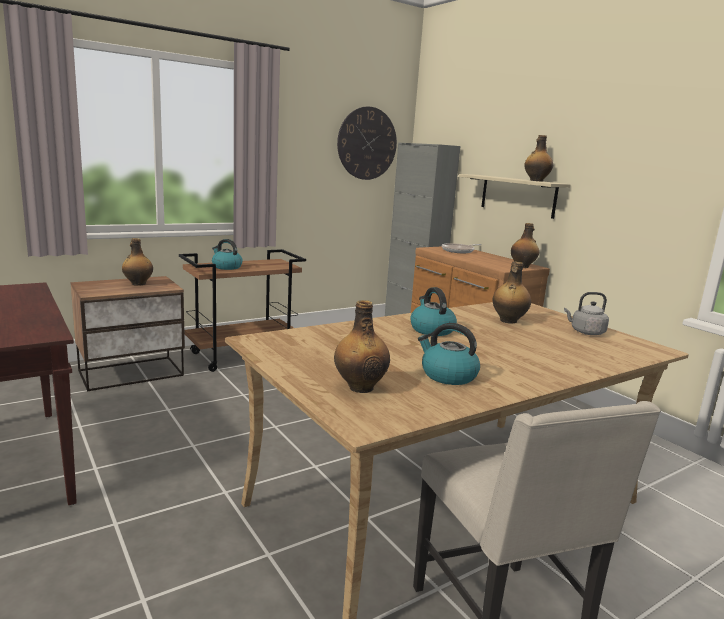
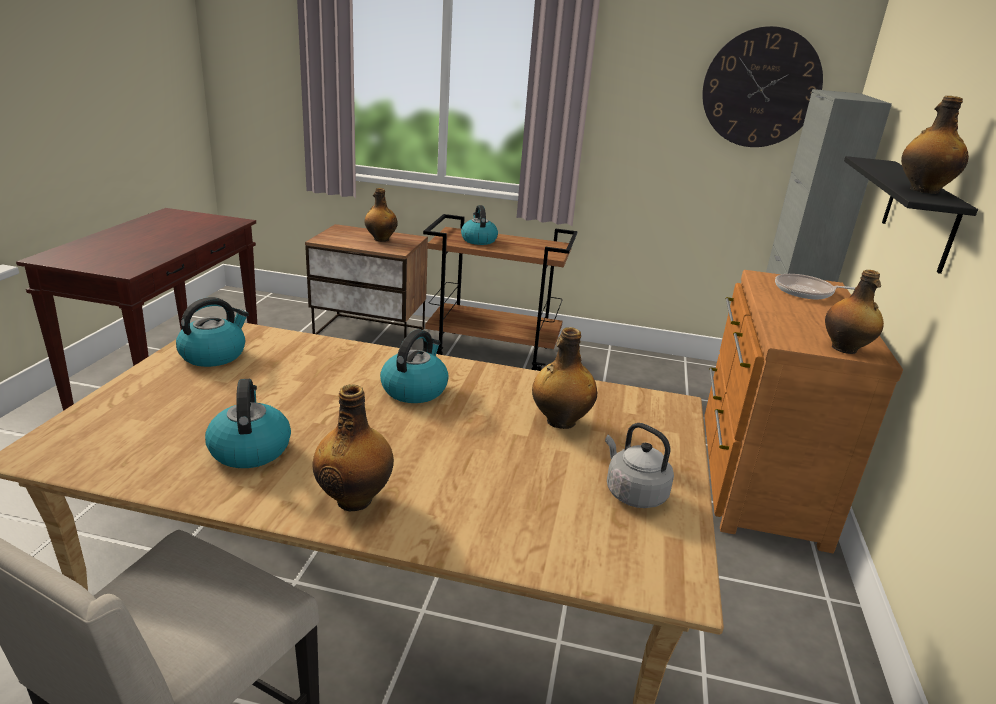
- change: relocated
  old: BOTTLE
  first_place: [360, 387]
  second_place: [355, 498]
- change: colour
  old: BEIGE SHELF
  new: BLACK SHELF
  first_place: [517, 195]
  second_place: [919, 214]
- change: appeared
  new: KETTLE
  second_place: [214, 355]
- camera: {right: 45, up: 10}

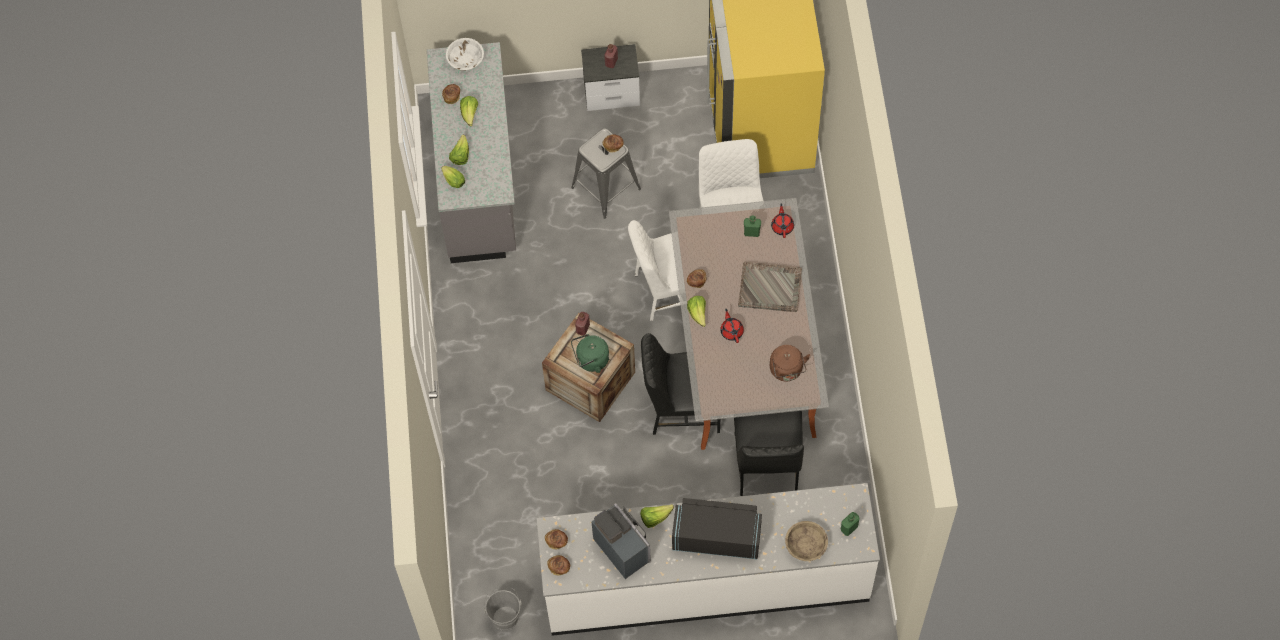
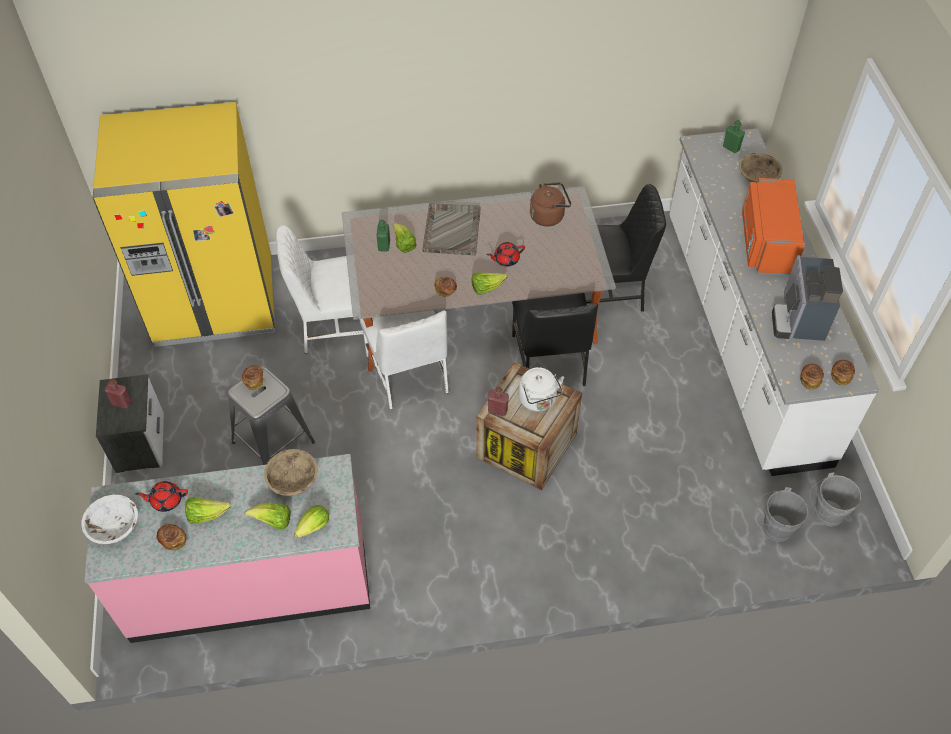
- change: colour
  old: GREY COUNTER
  new: PINK COUNTER
  first_place: [479, 181]
  second_place: [250, 583]
- change: colour
  old: GREEN KETTLE
  new: WHITE KETTLE
  first_place: [590, 360]
  second_place: [538, 401]
- change: spun
  old: COFFEE MACHINE
  first_place: [623, 546]
  second_place: [799, 319]
  degrees: -45
- change: relocated
  old: LETTUCE
  first_place: [655, 518]
  second_place: [403, 244]
- change: colour
  old: BLACK MICROWAVE
  new: ORANGE MICROWAVE
  first_place: [717, 536]
  second_place: [765, 242]
- change: relocated
  old: RED TEAPOT
  first_place: [782, 226]
  second_place: [166, 500]
- change: appeared
  new: BEIGE BOWL
  second_place: [293, 480]
- change: appeared
  new: GREY BUCKET
  second_place: [773, 528]
- camera: {right: -95, up: -10}

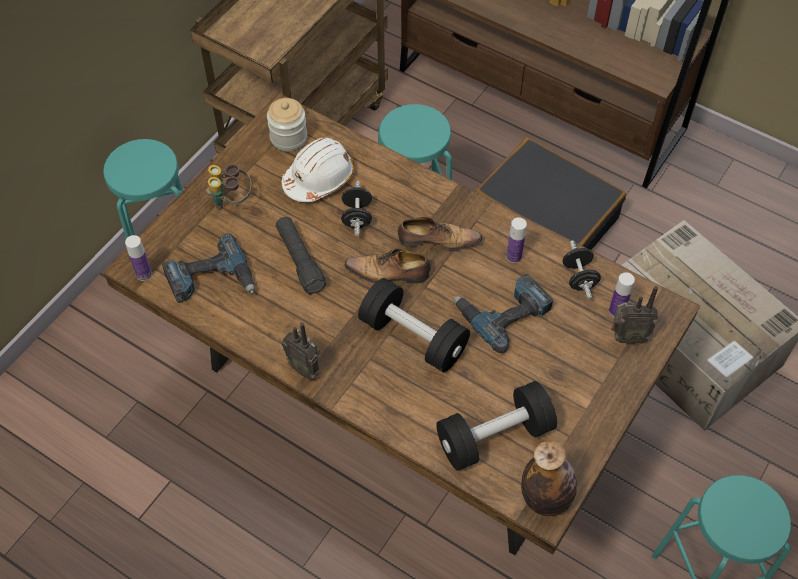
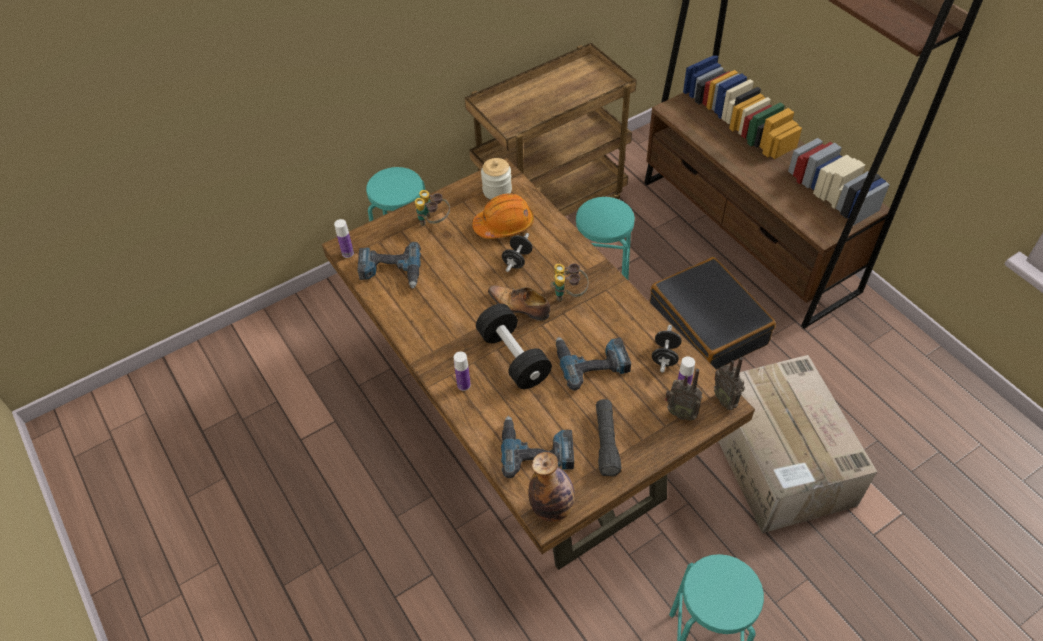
- change: relocated
  old: BLACK FLASHLIGHT
  first_place: [300, 260]
  second_place: [606, 442]
- change: colour
  old: WHITE HARD HAT
  new: ORANGE HARD HAT
  first_place: [319, 178]
  second_place: [504, 225]
- change: relocated
  old: RADIO
  first_place: [305, 368]
  second_place: [726, 400]
- change: exchanged
  old: SHOE
  new: BINOCULARS
  first_place: [437, 240]
  second_place: [568, 294]
- change: exchanged
  old: BLACK DUMBBELL
  new: POWER DRILL
  first_place: [494, 436]
  second_place: [536, 449]
- change: relocated
  old: BOTTLE
  first_place: [513, 257]
  second_place: [463, 385]
- camera: {right: 25, up: -5}

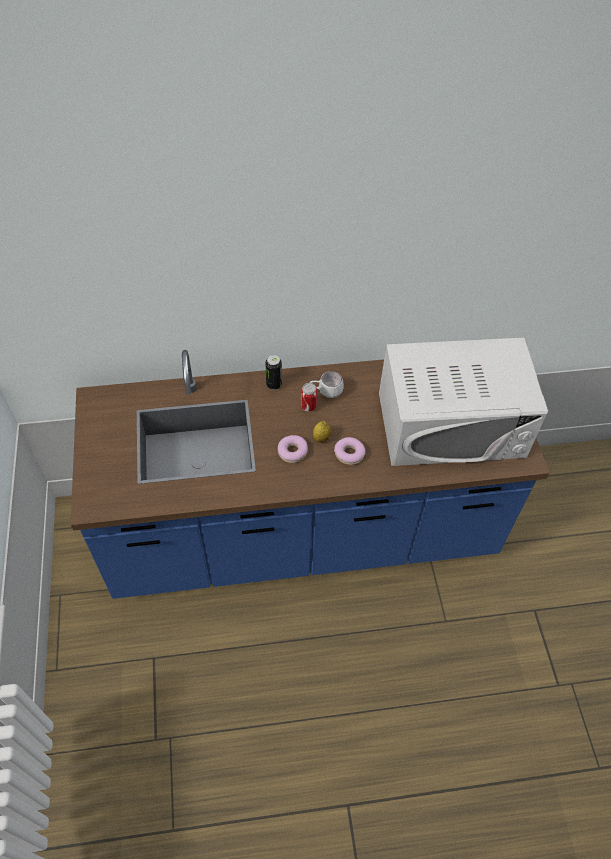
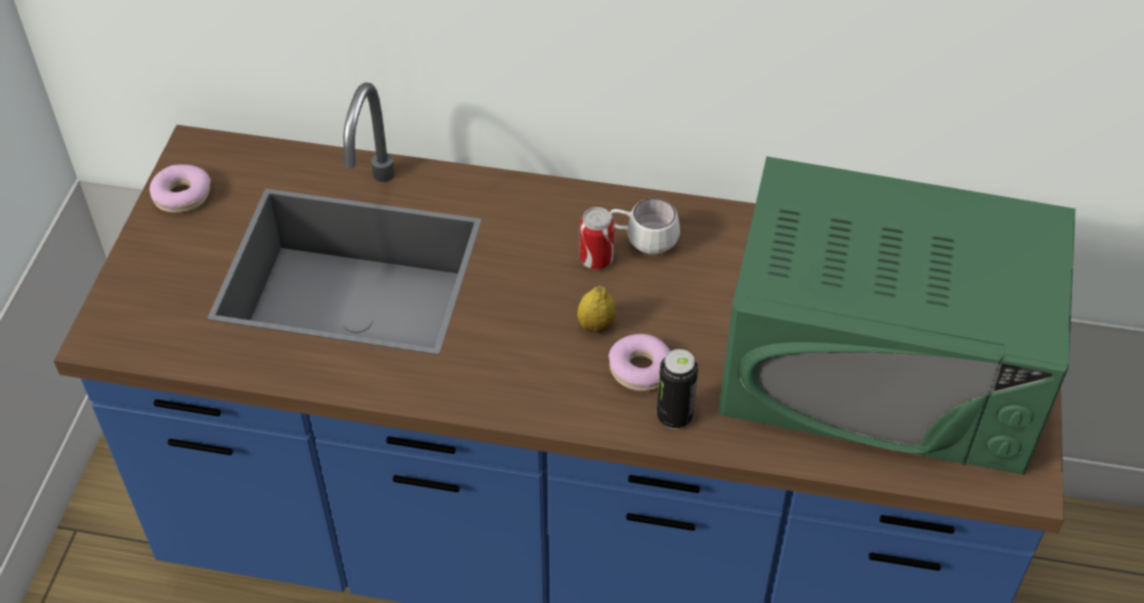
- change: relocated
  old: CAN
  first_place: [274, 385]
  second_place: [674, 416]
- change: relocated
  old: DONUT
  first_place: [292, 451]
  second_place: [182, 195]
- change: colour
  old: WHITE MICROWAVE
  new: GREEN MICROWAVE
  first_place: [451, 424]
  second_place: [881, 366]
- camera: {right: 20, up: -5}

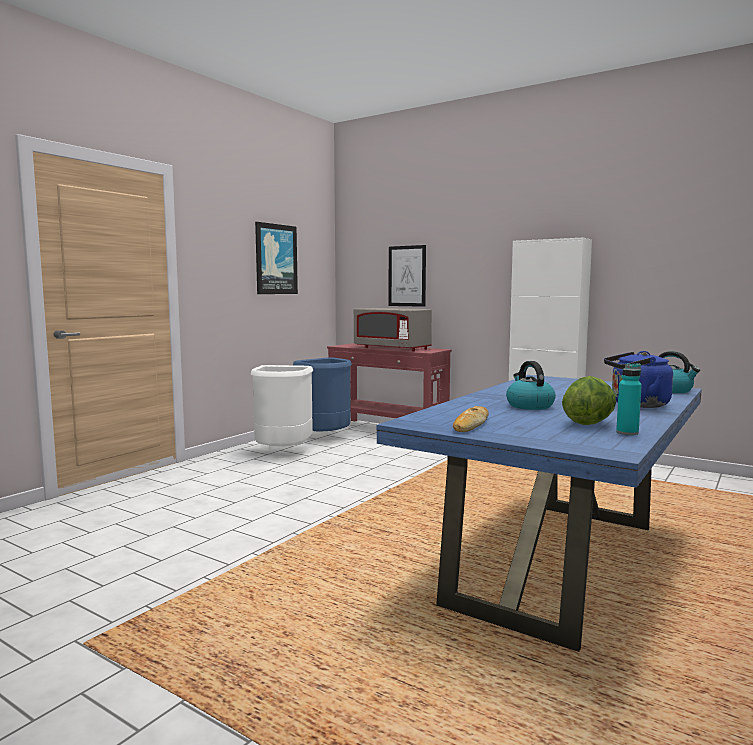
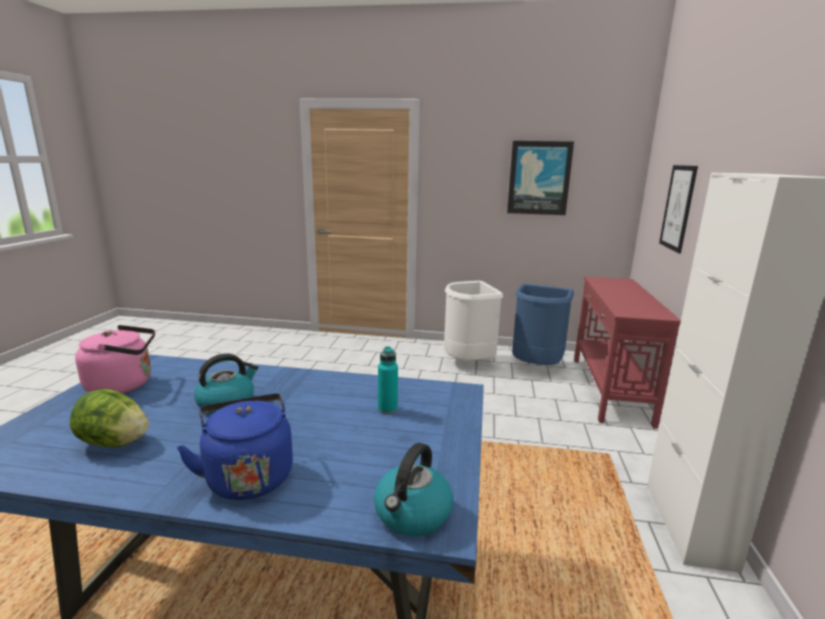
- change: missing
  old: GREY MICROWAVE
  first_place: [392, 348]
- change: exchanged
  old: BREAD
  new: PINK KETTLE
  first_place: [471, 424]
  second_place: [124, 385]
- change: relocated
  old: TURQUOISE BOTTLE
  first_place: [627, 433]
  second_place: [387, 409]
- camera: {right: 65, up: 10}

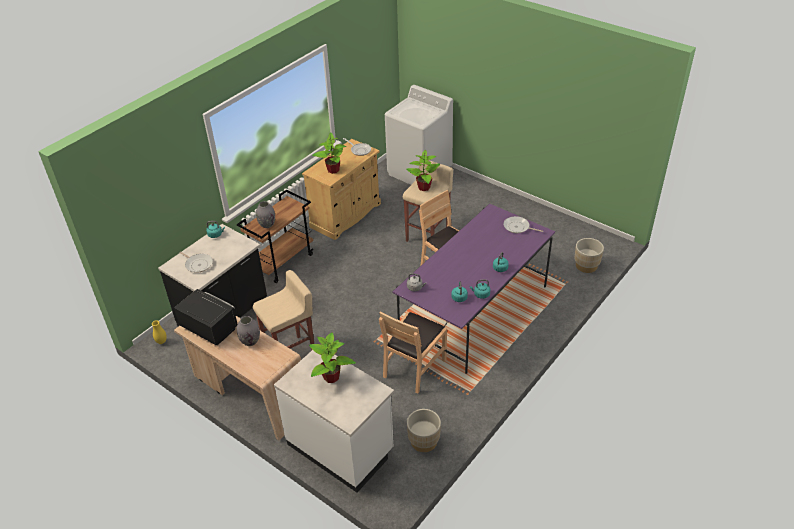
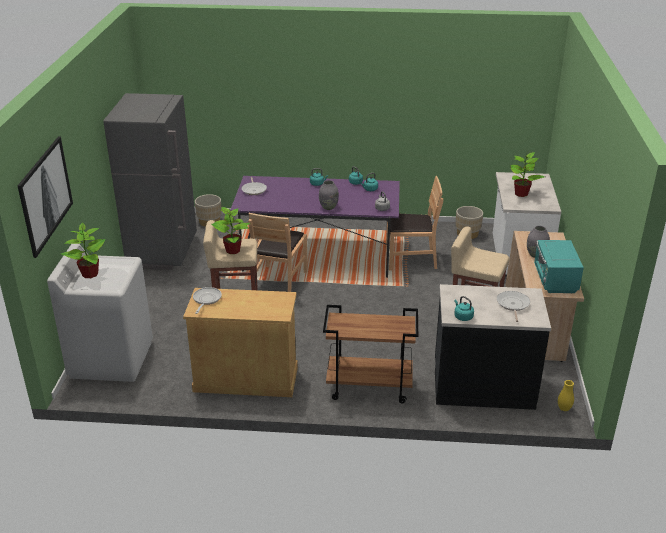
- change: colour
  old: BLACK MICROWAVE
  new: TURQUOISE MICROWAVE
  first_place: [209, 328]
  second_place: [554, 280]
- change: relocated
  old: GREY VASE
  first_place: [267, 225]
  second_place: [328, 207]
- change: relocated
  old: POTTED PLANT
  first_place: [333, 170]
  second_place: [89, 274]
- change: appeared
  new: PICTURE
  second_place: [44, 195]
- change: appeared
  new: GREY FRIDGE
  second_place: [163, 252]
- camera: {right: -125, up: -10}

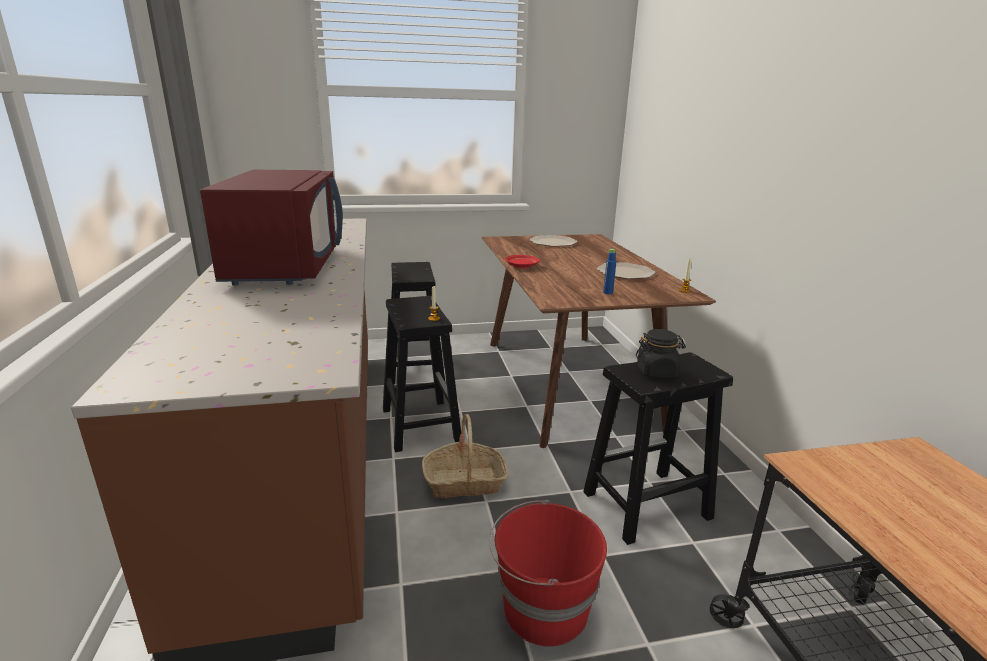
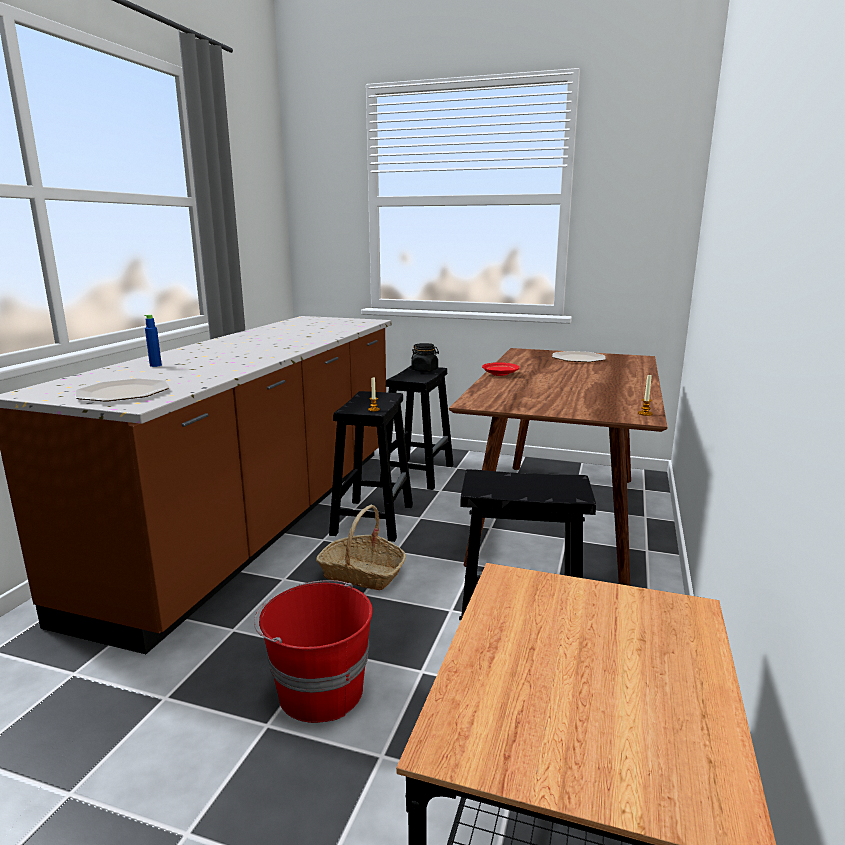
- change: missing
  old: RED MICROWAVE
  first_place: [285, 266]
- change: relocated
  old: PLATE
  first_place: [625, 272]
  second_place: [122, 392]
- change: relocated
  old: BLUE BOTTLE
  first_place: [608, 292]
  second_place: [155, 365]
- change: relocated
  old: BLACK JAR
  first_place: [657, 372]
  second_place: [425, 370]
- camera: {right: 30, up: -5}

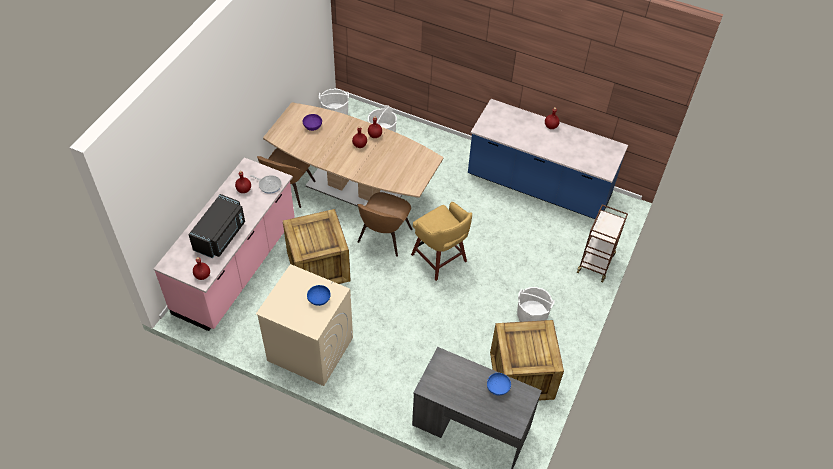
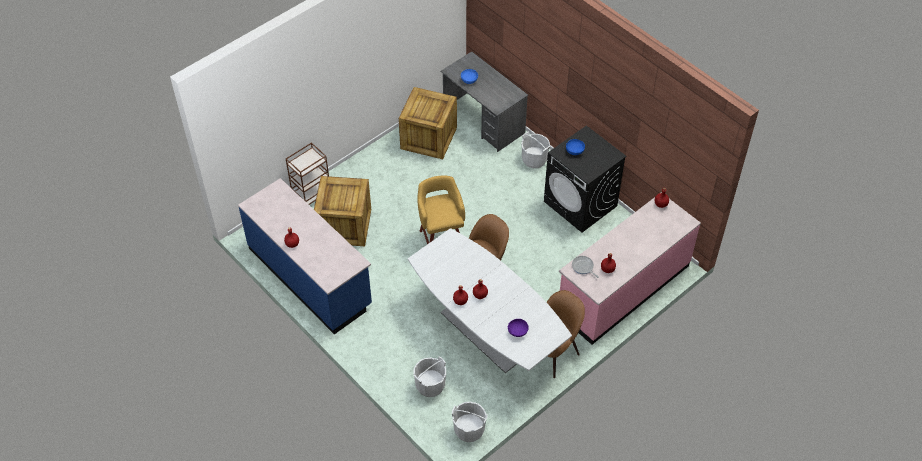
- change: missing
  old: BLACK MICROWAVE
  first_place: [221, 236]
- change: colour
  old: BEIGE WASHING MACHINE
  new: BLACK WASHING MACHINE
  first_place: [309, 349]
  second_place: [580, 204]
- change: colour
  old: BROWN DINING TABLE
  new: WHITE DINING TABLE
  first_place: [354, 189]
  second_place: [487, 332]
- change: relocated
  old: CRATE
  first_place: [319, 267]
  second_place: [344, 225]
- change: relocated
  old: WHITE BUCKET
  first_place: [531, 316]
  second_place: [534, 159]
- camera: {right: -155, up: 0}

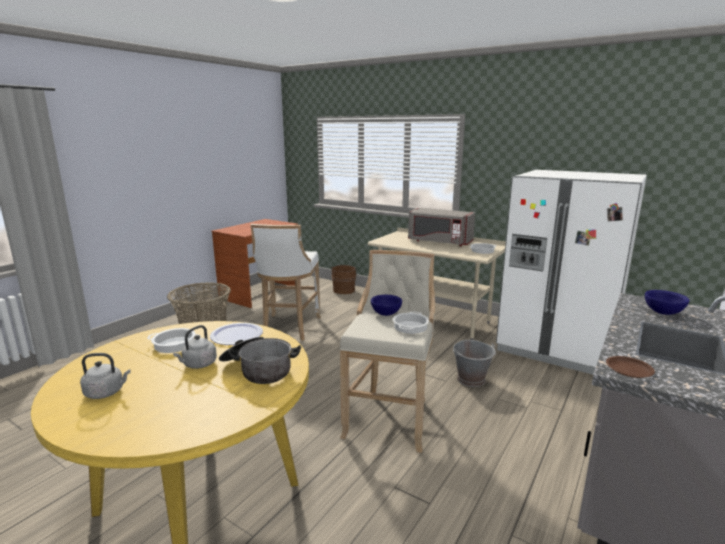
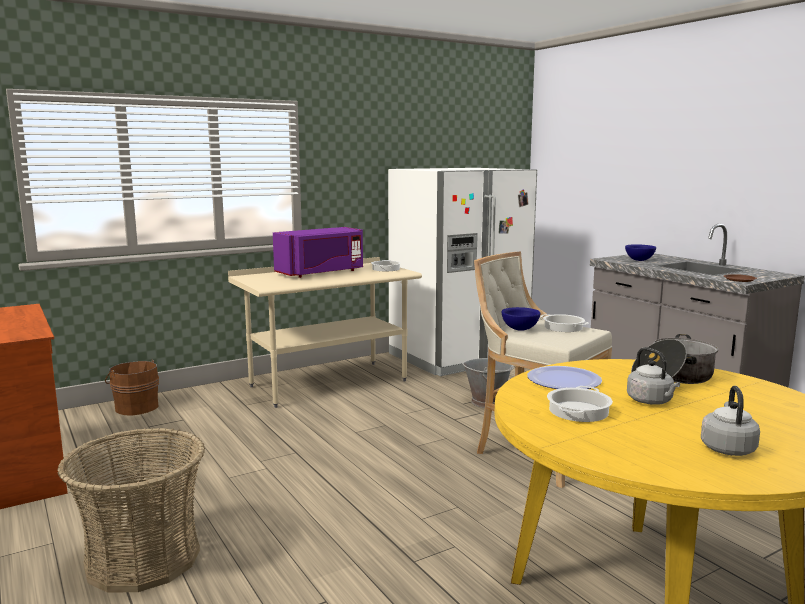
- change: missing
  old: WHITE STOOL
  first_place: [289, 328]
- change: colour
  old: GREY MICROWAVE
  new: PURPLE MICROWAVE
  first_place: [439, 242]
  second_place: [321, 273]
- camera: {right: -65, up: -5}

